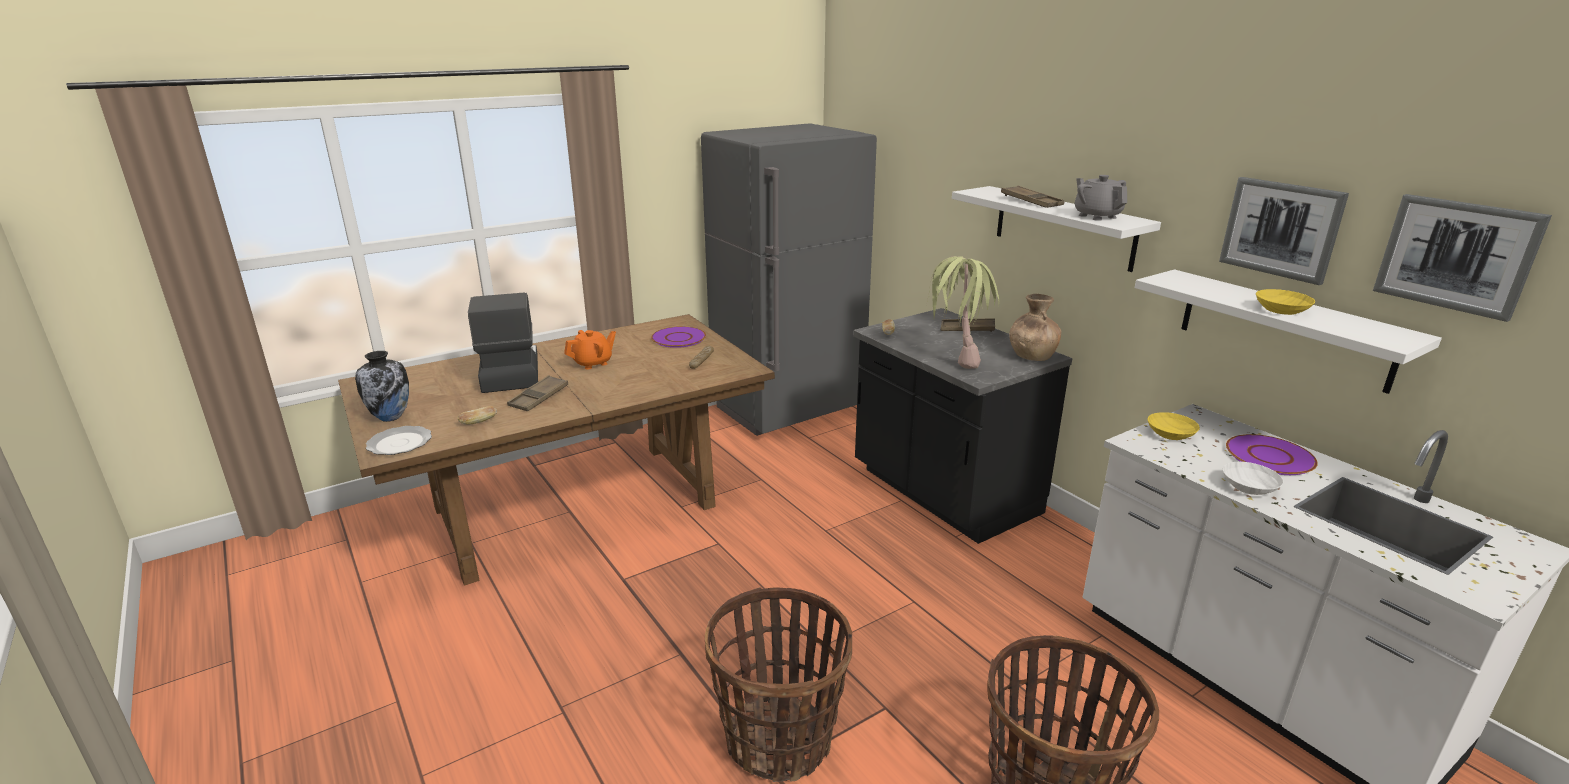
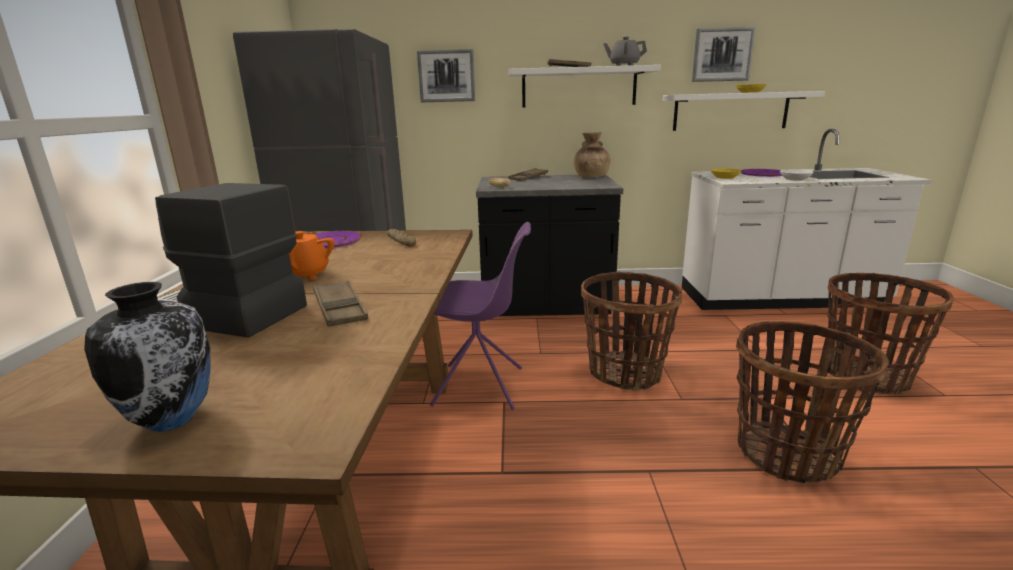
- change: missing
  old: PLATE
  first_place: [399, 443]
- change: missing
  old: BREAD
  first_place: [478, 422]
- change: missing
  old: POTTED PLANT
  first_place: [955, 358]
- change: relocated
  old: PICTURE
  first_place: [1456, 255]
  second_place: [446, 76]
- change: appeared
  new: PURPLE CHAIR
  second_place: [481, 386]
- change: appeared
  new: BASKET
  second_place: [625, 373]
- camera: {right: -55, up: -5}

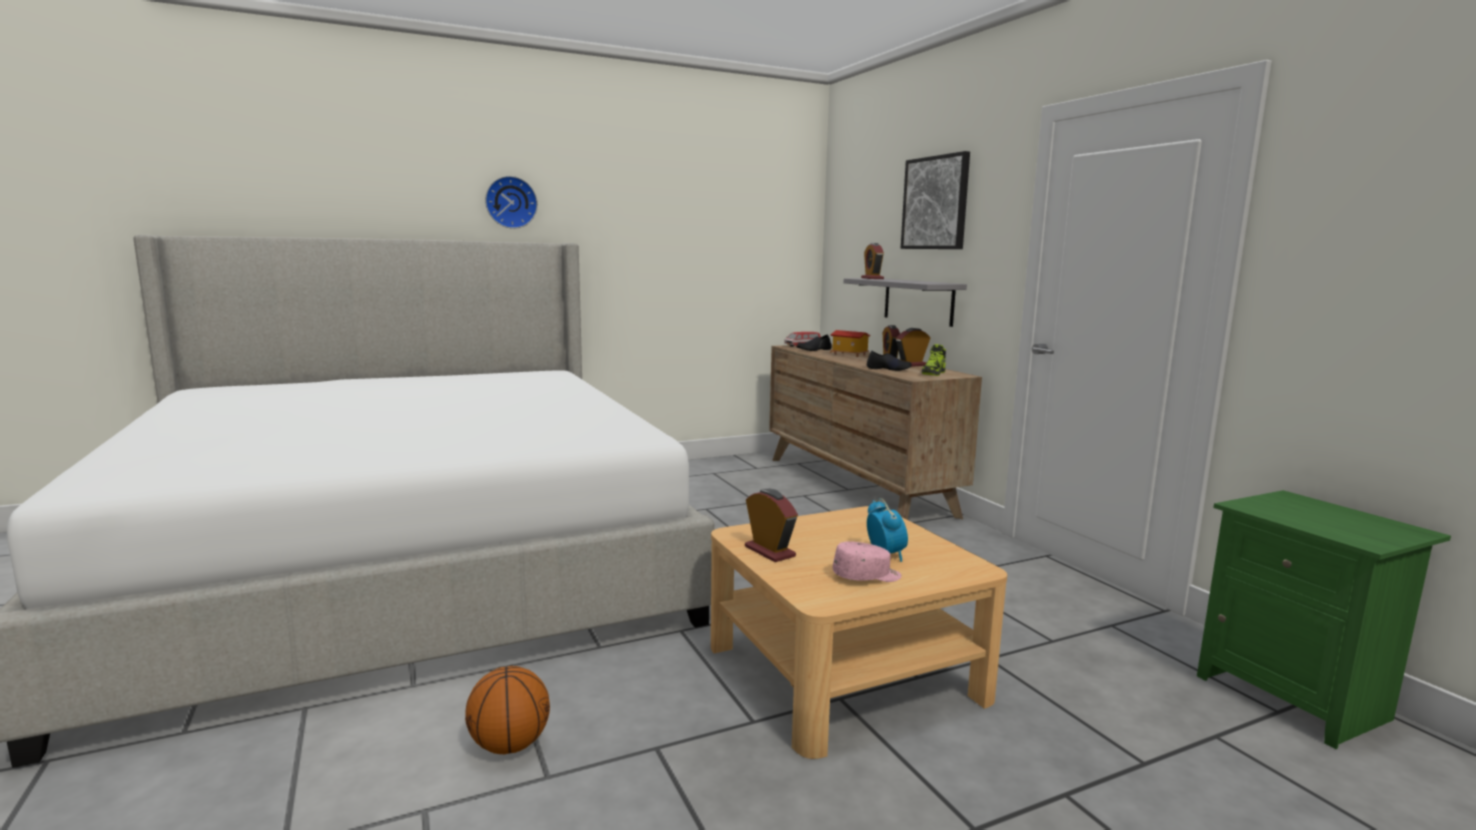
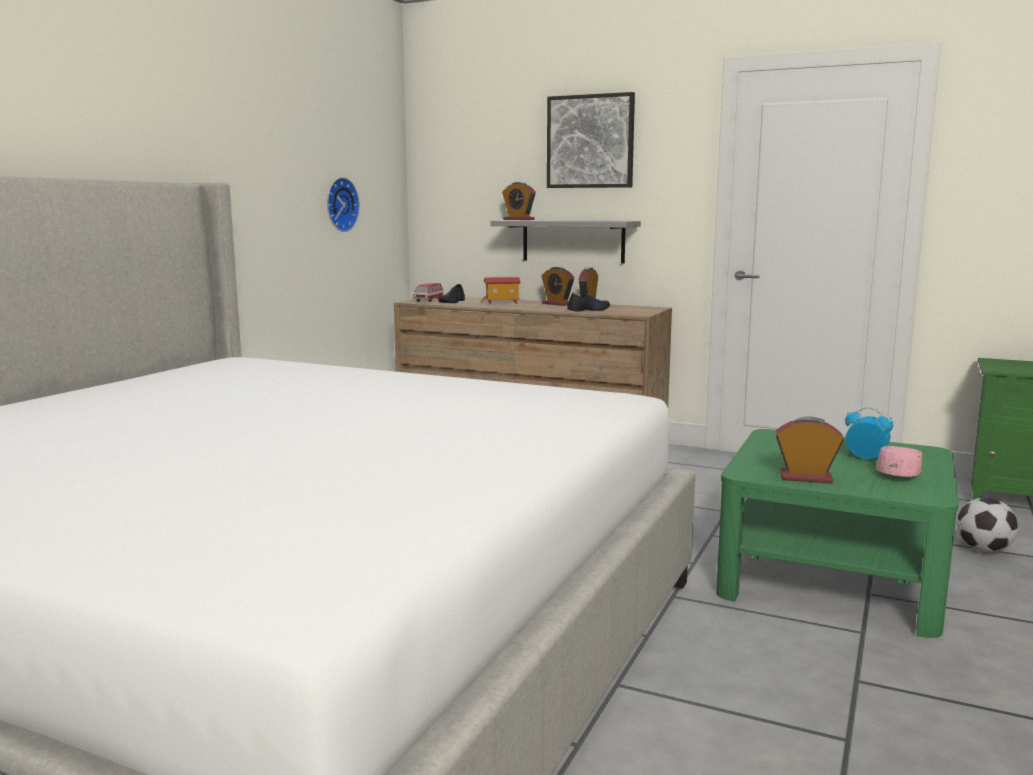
- change: missing
  old: BASKETBALL
  first_place: [510, 745]
- change: relocated
  old: WALL CLOCK
  first_place: [511, 202]
  second_place: [339, 204]
- change: colour
  old: BEIGE COFFEE TABLE
  new: GREEN COFFEE TABLE
  first_place: [842, 671]
  second_place: [830, 576]
- change: missing
  old: SHOE
  first_place: [933, 373]
- change: appeared
  new: FOOTBALL
  second_place: [984, 550]
- camera: {right: -40, up: 0}

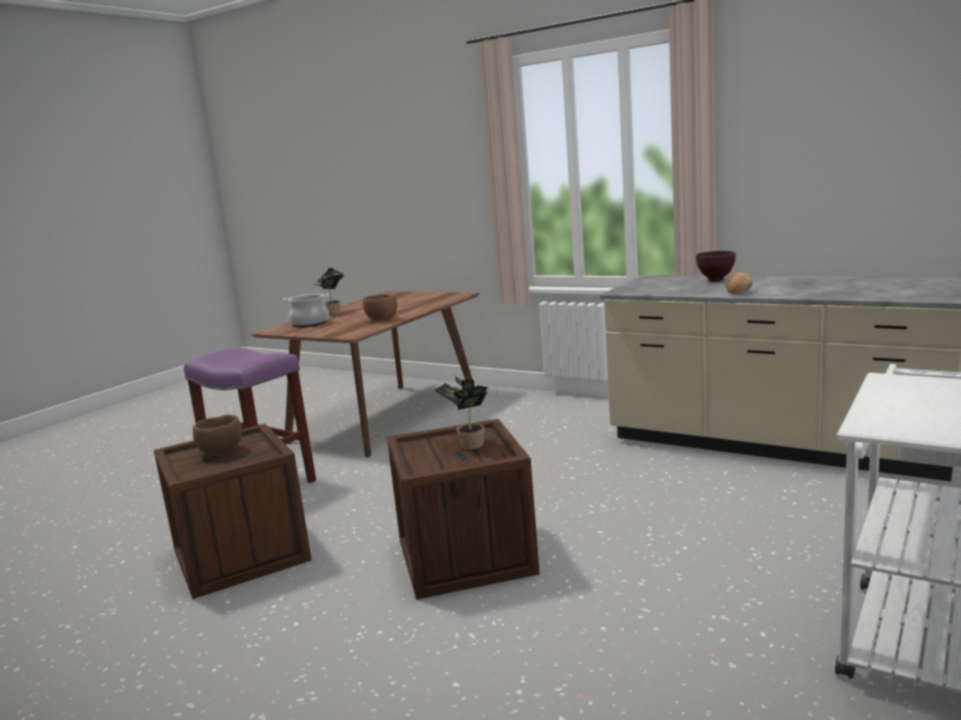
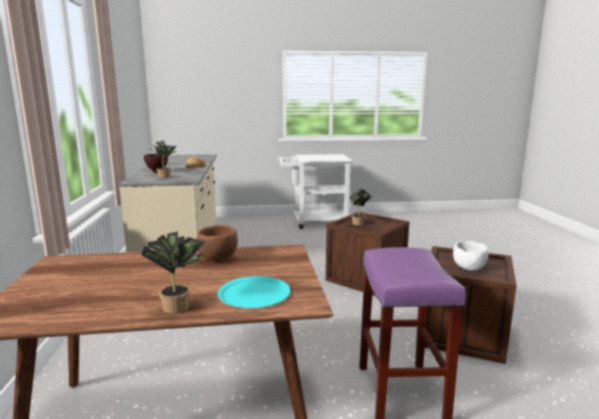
- change: colour
  old: BROWN BOWL
  new: WHITE BOWL
  first_place: [221, 453]
  second_place: [468, 267]
- change: exchanged
  old: COOKING POT
  new: TURQUOISE PLATE
  first_place: [310, 323]
  second_place: [254, 293]
- change: appeared
  new: POTTED PLANT
  second_place: [165, 176]
- camera: {right: -130, up: 0}

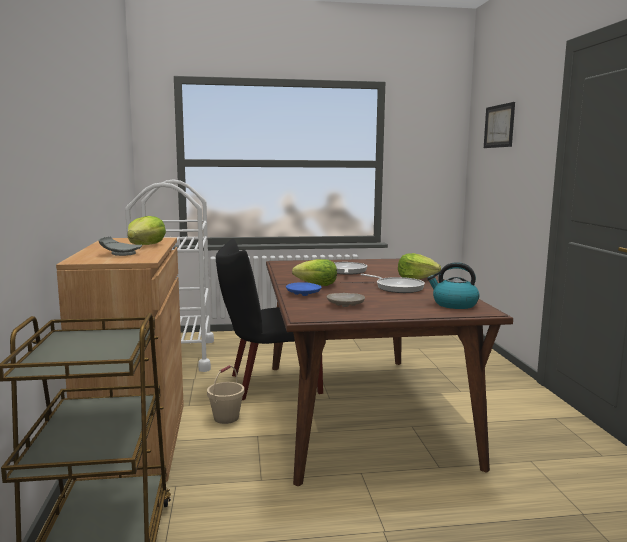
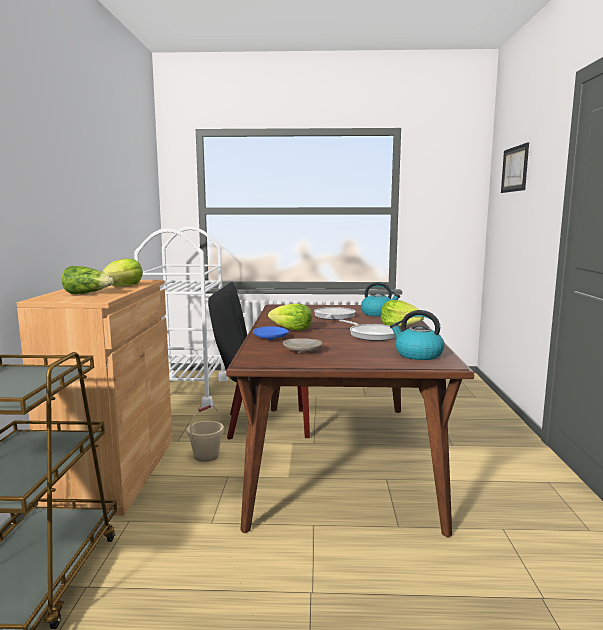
- change: exchanged
  old: GREY PLATE
  new: LETTUCE
  first_place: [120, 254]
  second_place: [87, 294]
- change: appeared
  new: KETTLE
  second_place: [378, 314]
- camera: {right: 10, up: 0}

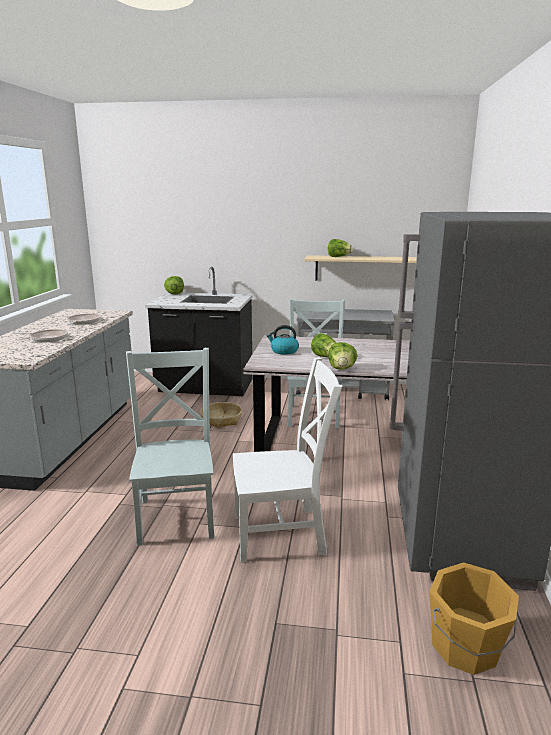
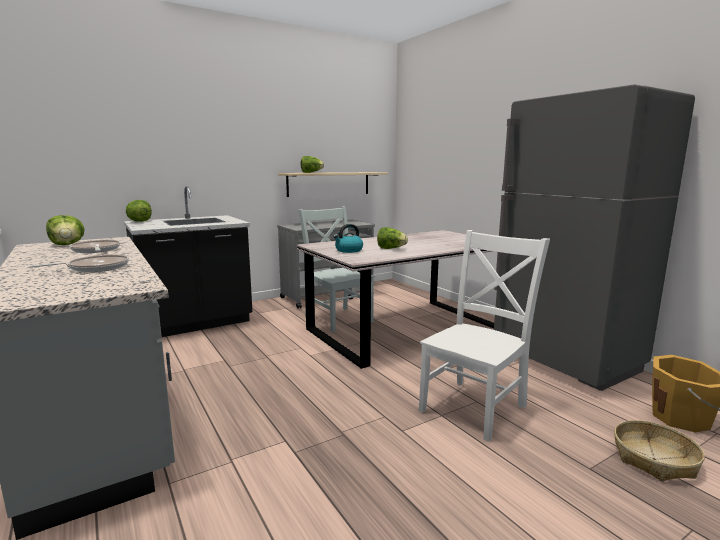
- change: missing
  old: GREY CHAIR
  first_place: [177, 515]
- change: relocated
  old: BASKET
  first_place: [221, 420]
  second_place: [654, 459]
- change: relocated
  old: LETTUCE
  first_place: [342, 368]
  second_place: [67, 245]
- camera: {right: -40, up: -5}

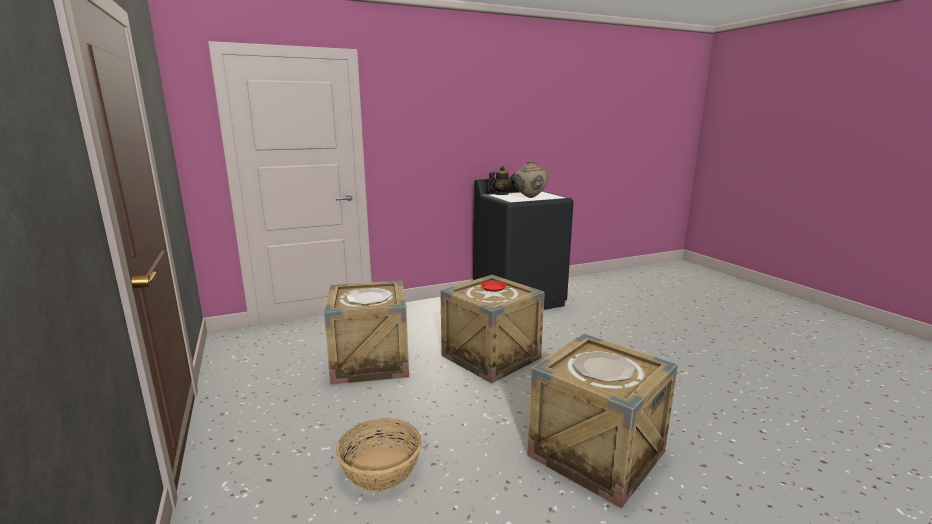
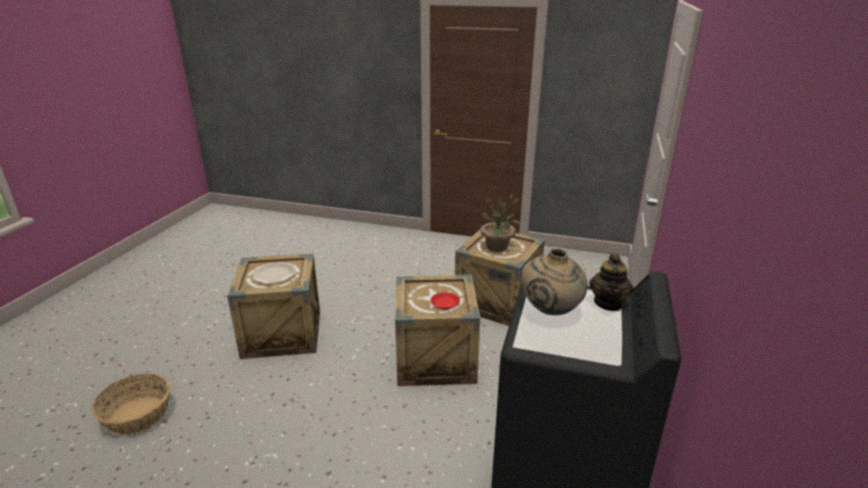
- change: relocated
  old: BASKET
  first_place: [381, 469]
  second_place: [137, 415]
- change: exchanged
  old: PLATE
  new: POTTED PLANT
  first_place: [368, 297]
  second_place: [497, 247]
- camera: {right: 130, up: 10}

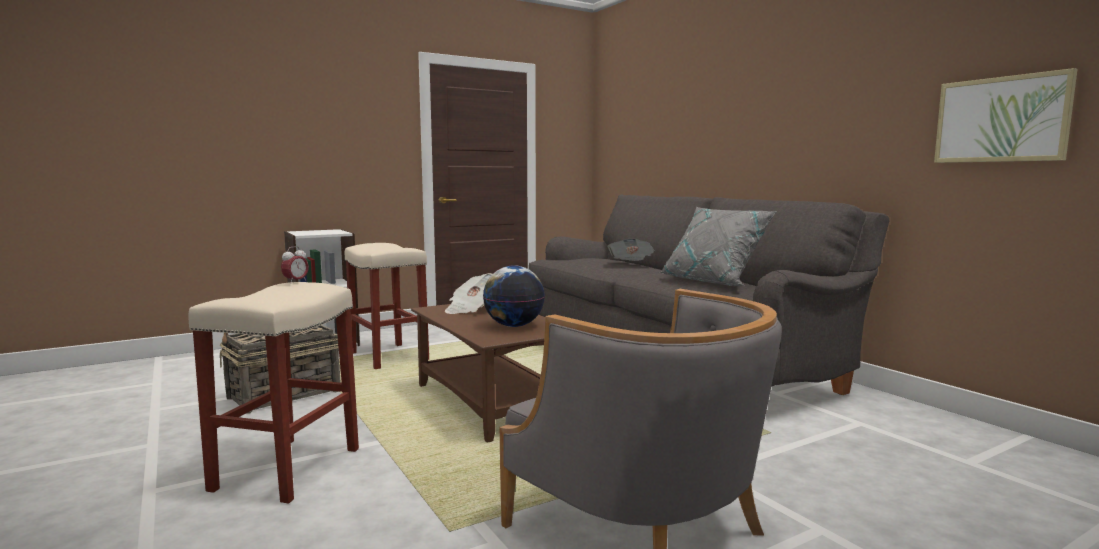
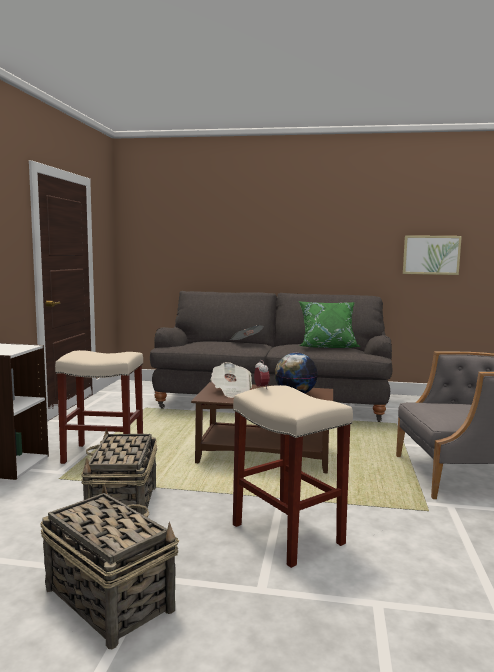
- change: colour
  old: GREY PILLOW
  new: GREEN PILLOW
  first_place: [713, 281]
  second_place: [327, 346]
- change: appeared
  new: BASKET
  second_place: [108, 598]
- camera: {right: -50, up: 0}

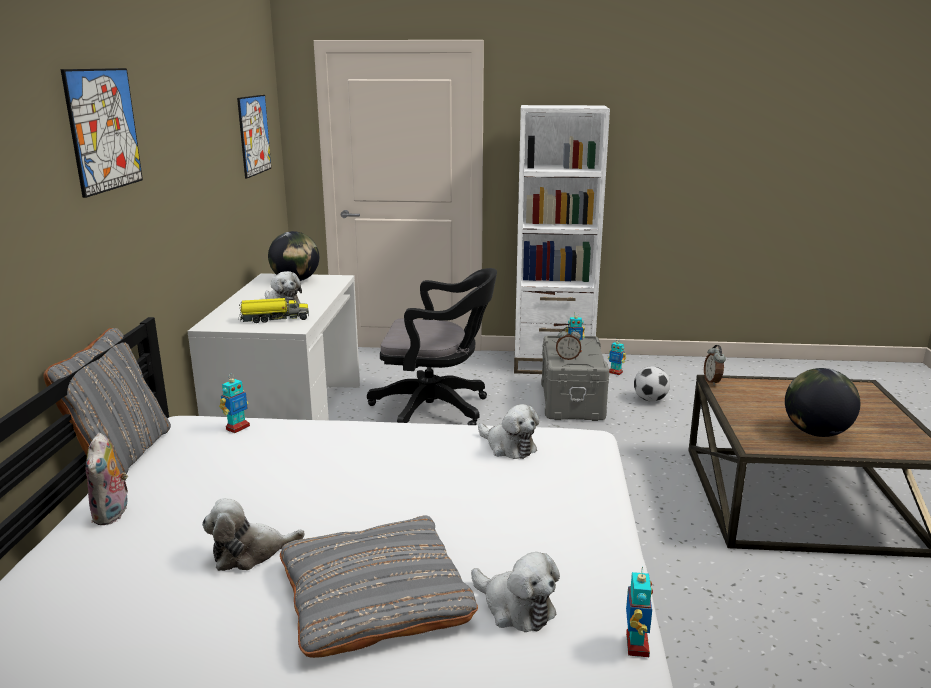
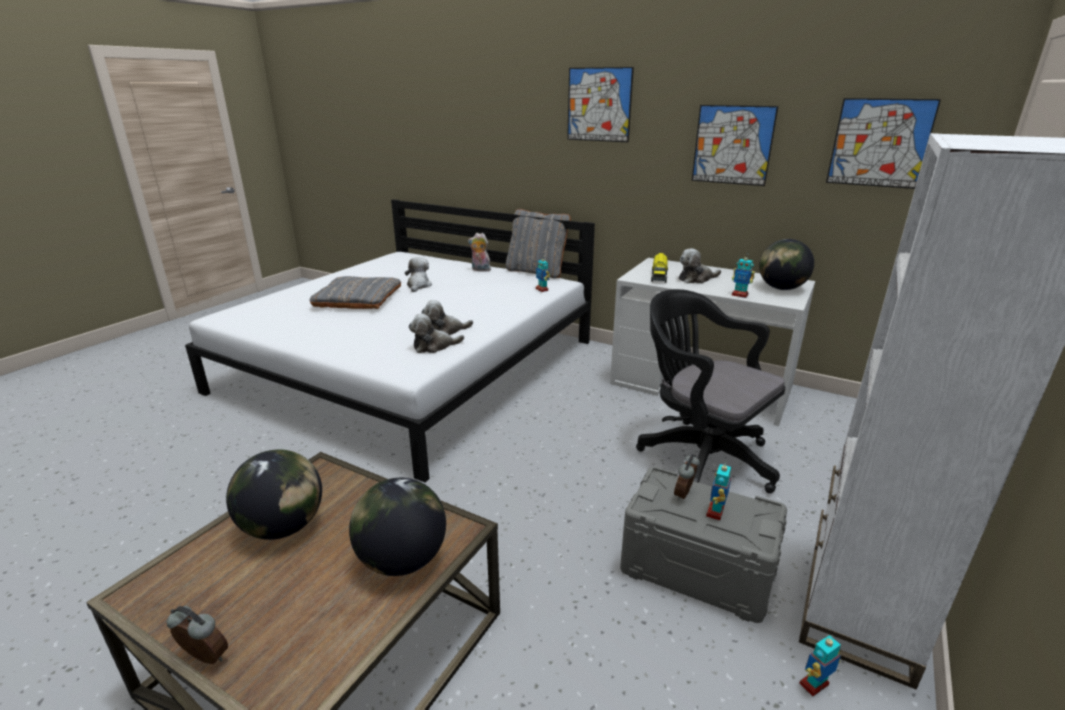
- change: spun
  old: BLACK OFFICE CHAIR
  first_place: [436, 410]
  second_place: [700, 456]
  degrees: 105
- change: relocated
  old: PLUSH TOY
  first_place: [515, 607]
  second_place: [445, 331]
- change: relocated
  old: TOY ROBOT
  first_place: [636, 645]
  second_place: [739, 295]
- change: missing
  old: FOOTBALL
  first_place: [650, 400]
- change: relocated
  old: ALARM CLOCK
  first_place: [712, 381]
  second_place: [204, 659]
- change: appeared
  new: GLOBE
  second_place: [403, 561]
- change: appeared
  new: PICTURE
  second_place: [732, 145]
- camera: {right: 115, up: 5}

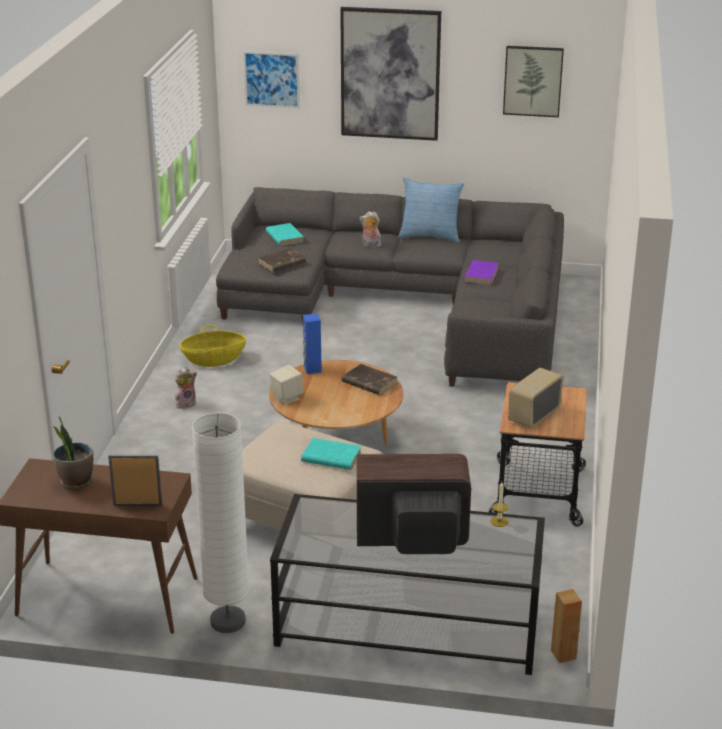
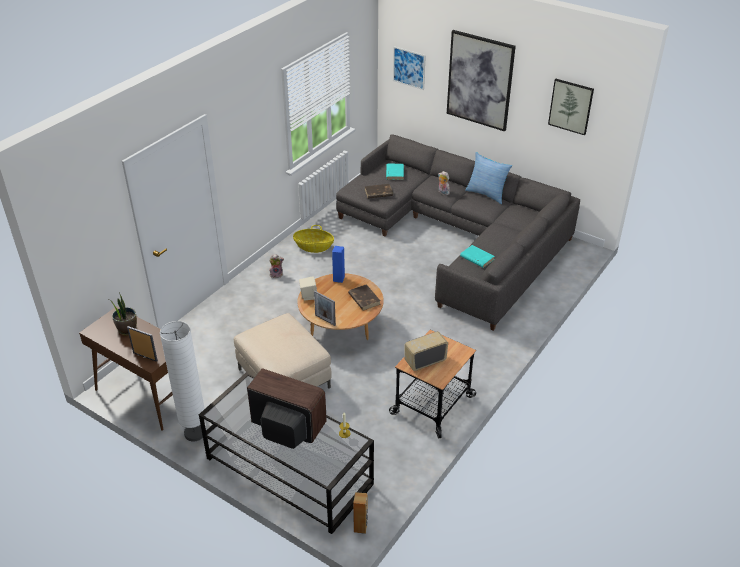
- change: relocated
  old: TURQUOISE BOOK
  first_place: [330, 457]
  second_place: [476, 258]
- change: missing
  old: PURPLE BOOK
  first_place: [481, 275]
- change: appeared
  new: PICTURE FRAME
  second_place: [325, 320]
- camera: {right: 25, up: 10}

